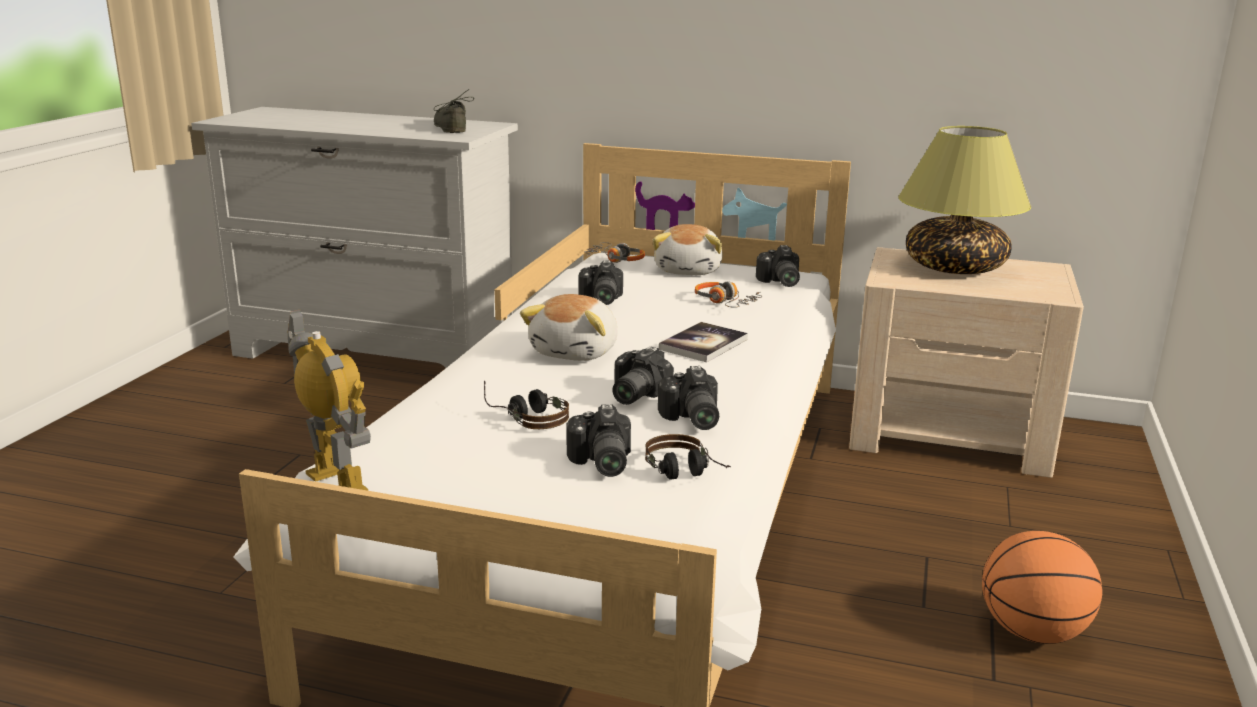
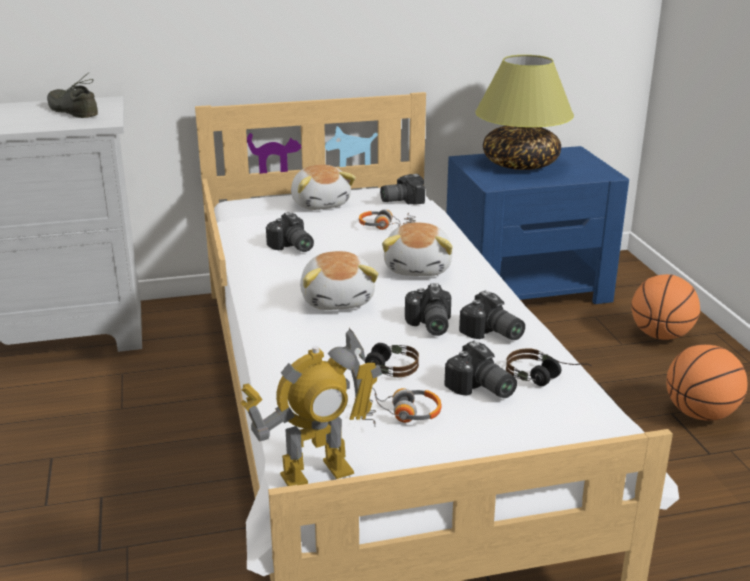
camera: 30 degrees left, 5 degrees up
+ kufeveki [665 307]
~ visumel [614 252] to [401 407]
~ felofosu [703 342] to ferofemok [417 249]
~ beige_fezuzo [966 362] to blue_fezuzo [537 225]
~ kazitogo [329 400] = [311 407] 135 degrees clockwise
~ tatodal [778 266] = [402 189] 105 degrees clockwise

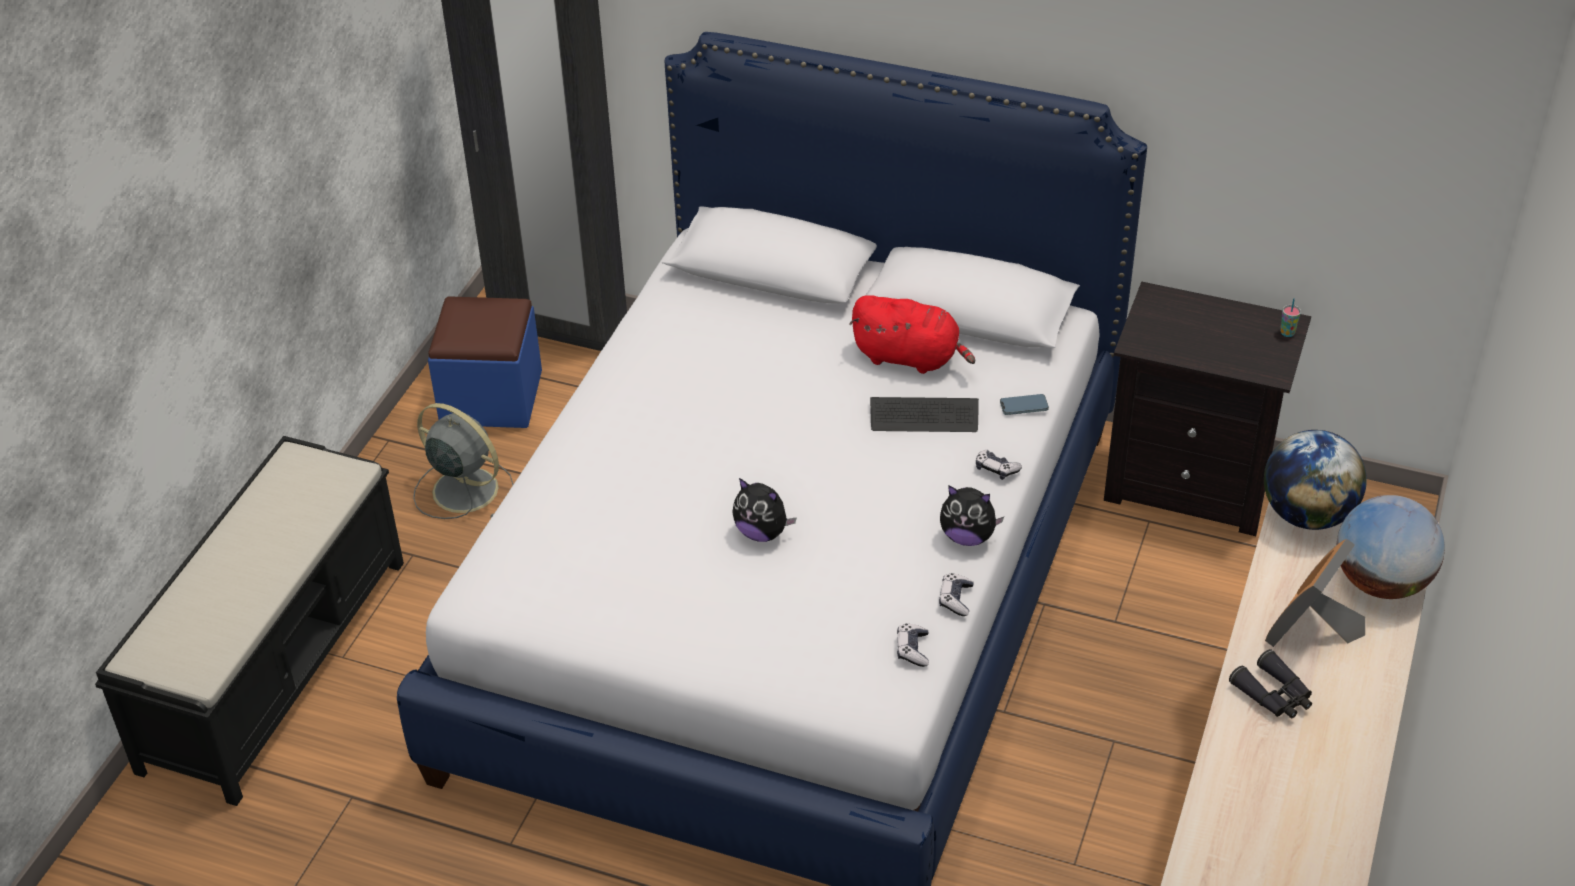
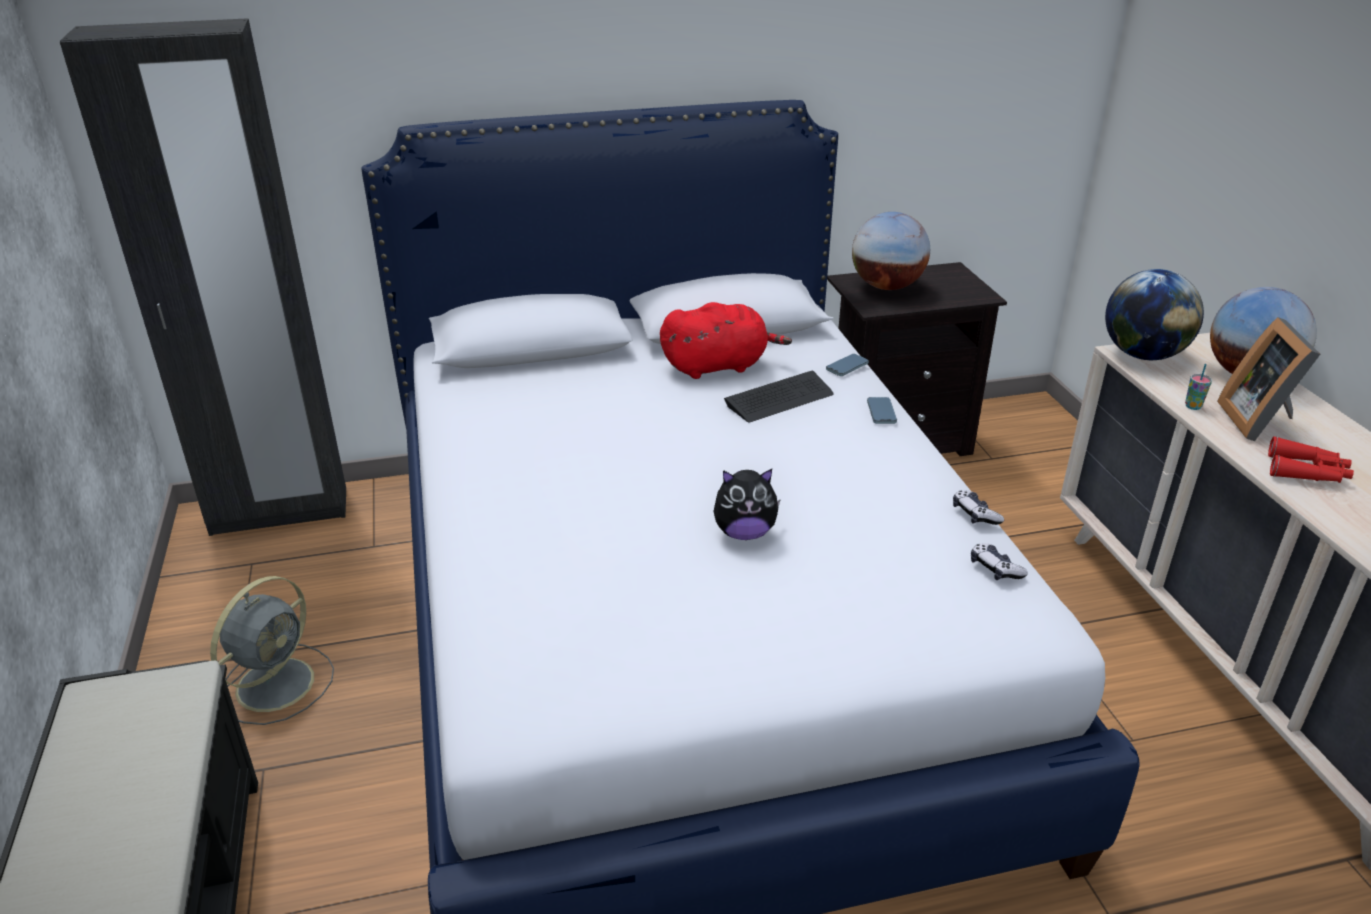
camera: 35 degrees left, 10 degrees down
- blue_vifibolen [485 362]
- ferofemok [972 515]
+ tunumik [891 251]
~ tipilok [1290 317] to [1198 387]
~ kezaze [999 465] to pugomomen [882 410]
~ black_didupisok [1270 683] to red_didupisok [1311 459]
~ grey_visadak [463 461] = [272 650] 120 degrees clockwise

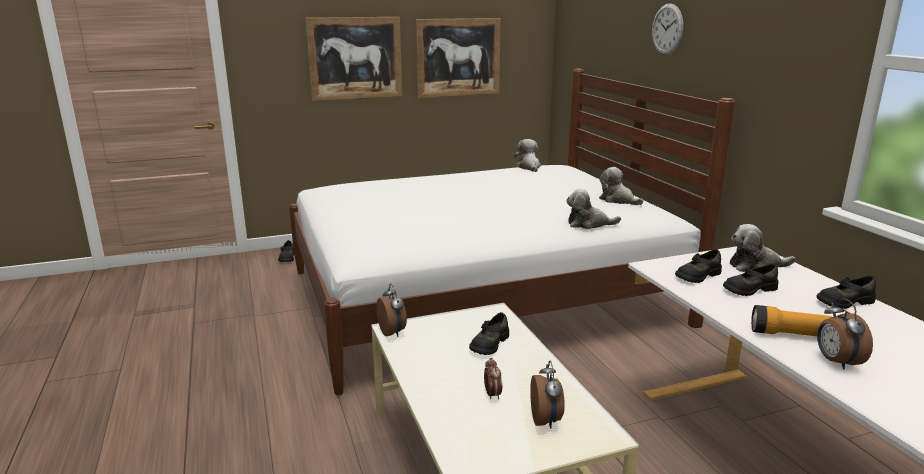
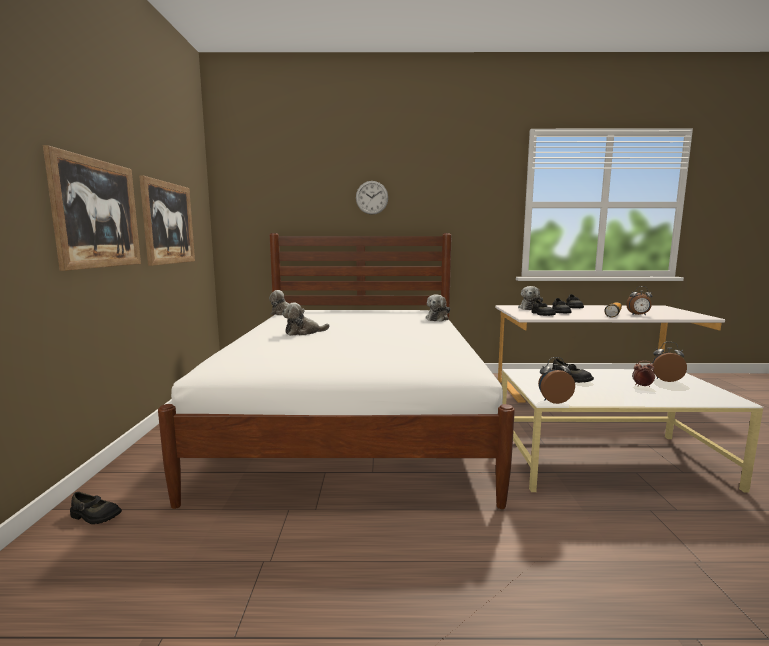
camera: 70 degrees left, 10 degrees down
~ ferofemok [621 186] to [306 319]

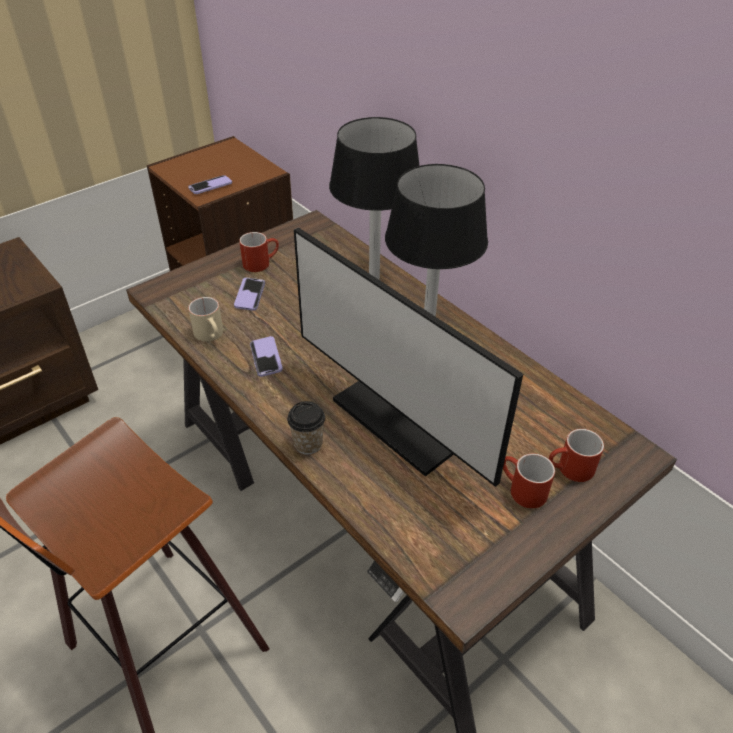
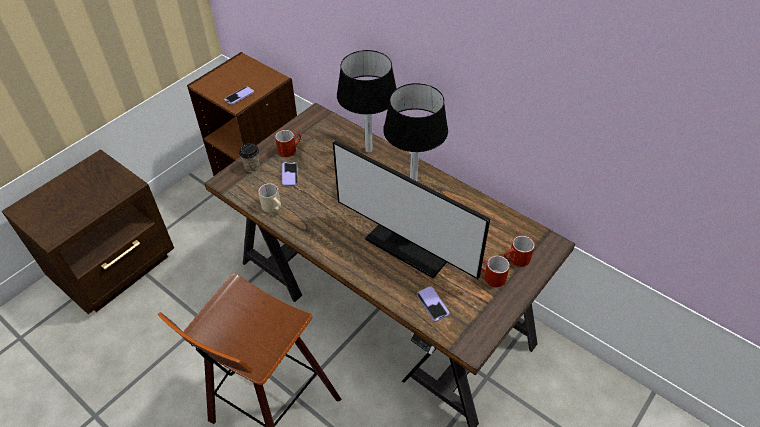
camera: 10 degrees left, 5 degrees up
~ pugomomen [266 356] to [433 304]
~ tipilok [306 428] to [249 157]

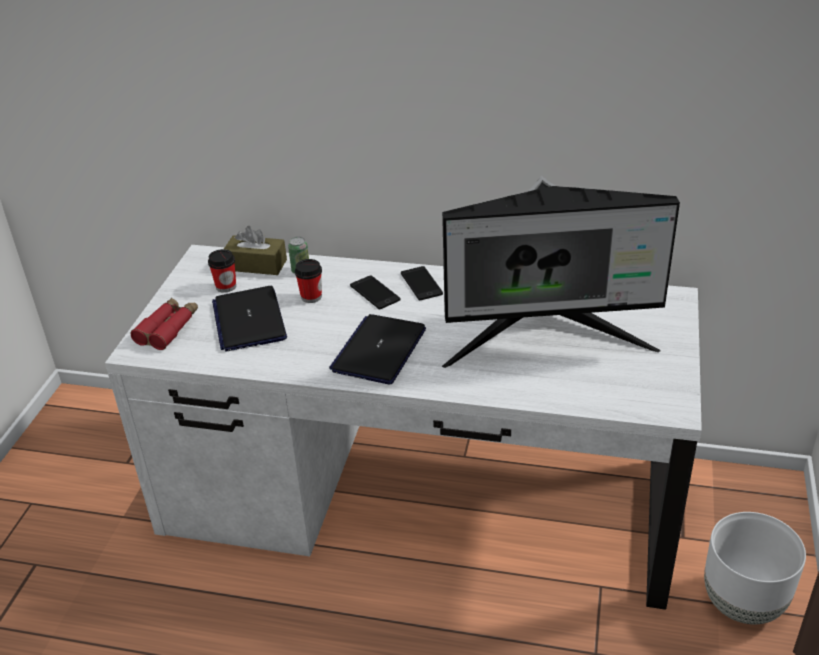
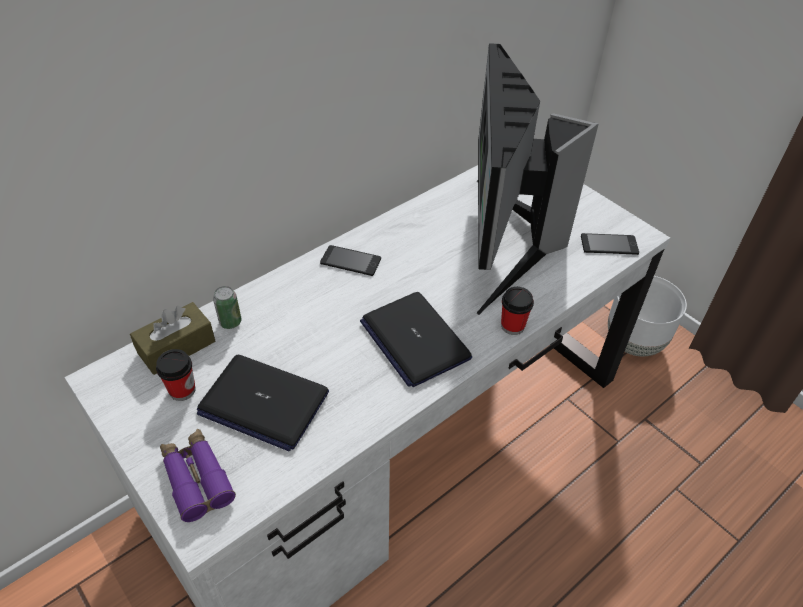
camera: 55 degrees left, 10 degrees up
~ tipilok [308 281] to [517 311]
~ pugomomen [375 292] to [610 244]
~ red_didupisok [164 324] to purple_didupisok [198 475]
~ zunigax [561 272] = [538 179] 150 degrees clockwise

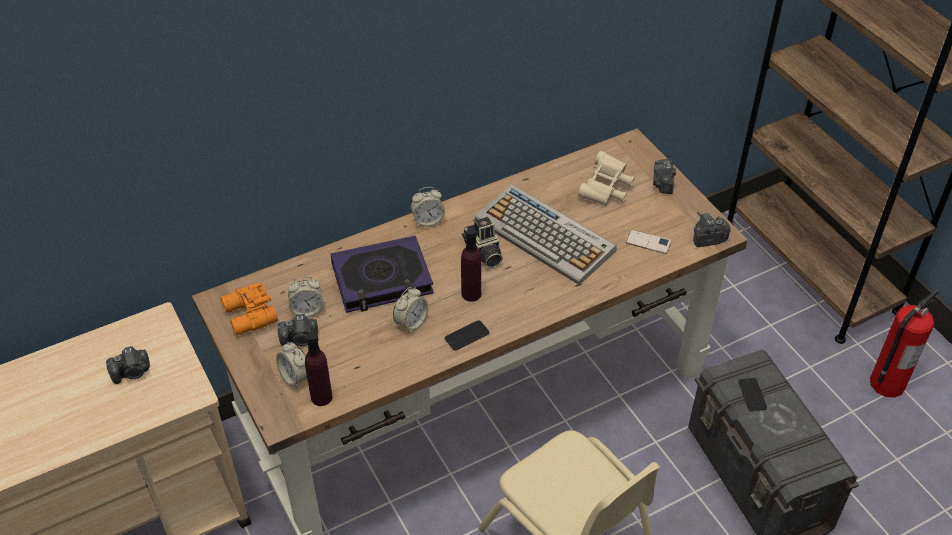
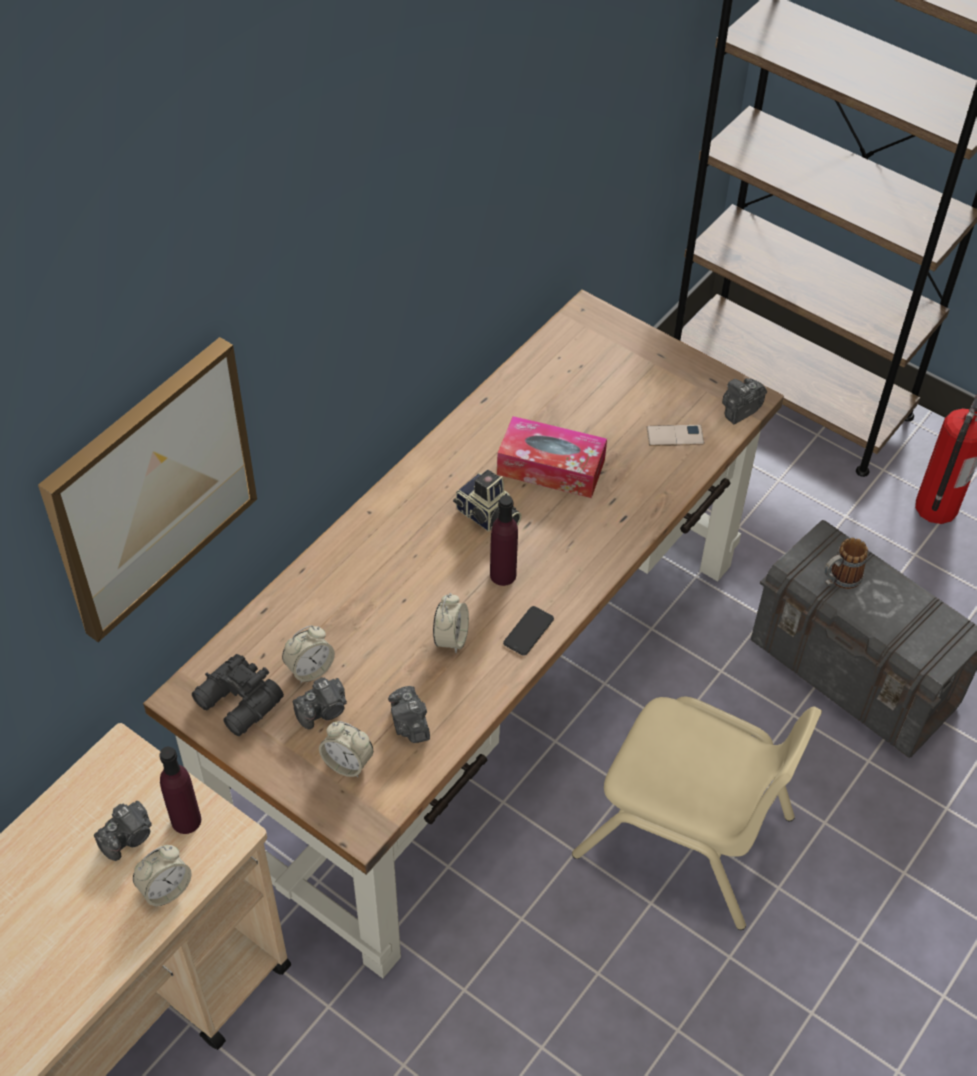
camera: 25 degrees left, 5 degrees up
- felofosu [382 274]
- beige_didupisok [606 178]
+ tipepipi [147 489]
~ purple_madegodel [319 369] to [180 790]
~ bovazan [428 207] to [162 876]
~ tatodal [664 176] to [409 714]
~ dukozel [546 234] to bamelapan [552 457]
~ pugomomen [752 394] to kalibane [846 563]
~ orange_didupisok [249 309] to black_didupisok [238 695]

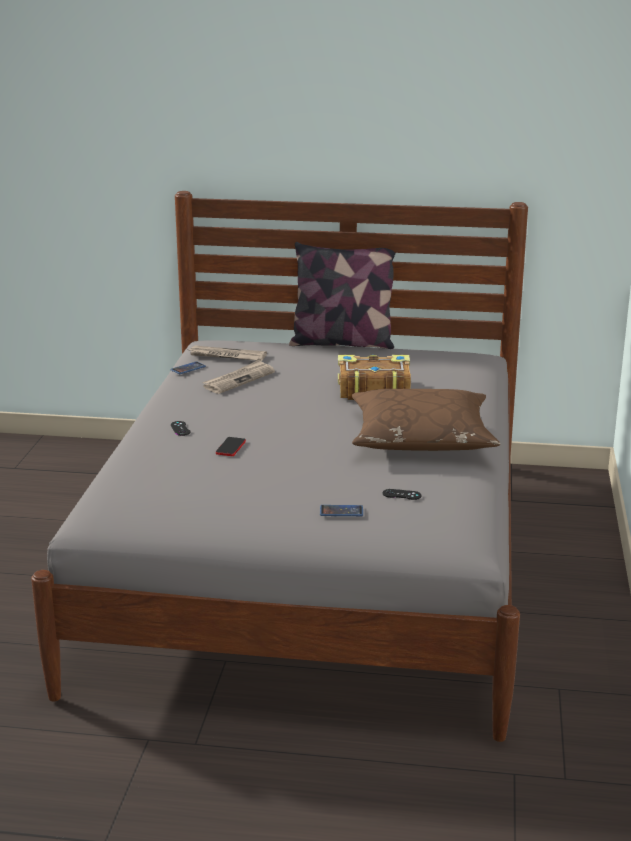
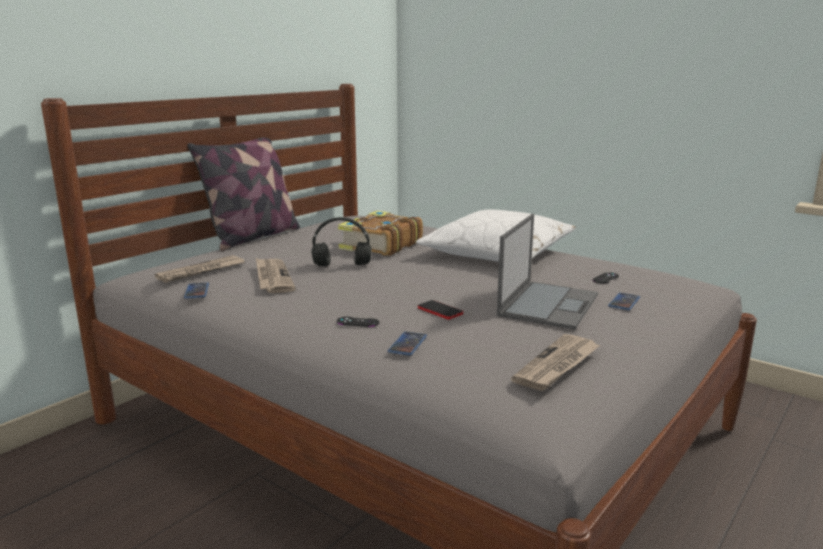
camera: 60 degrees left, 5 degrees down
+ black_visumel [341 241]
+ pugomomen [407 344]
+ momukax [547 272]
+ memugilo [555 362]
~ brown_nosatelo [426 420] to white_nosatelo [496 236]

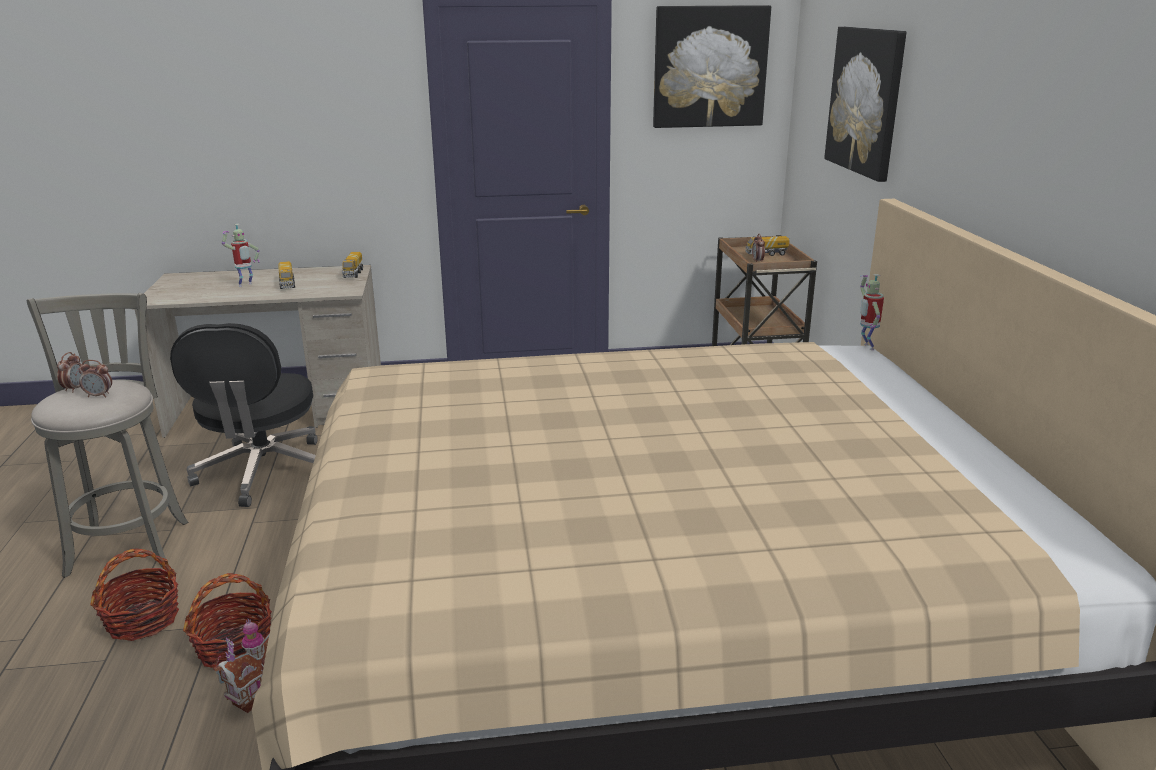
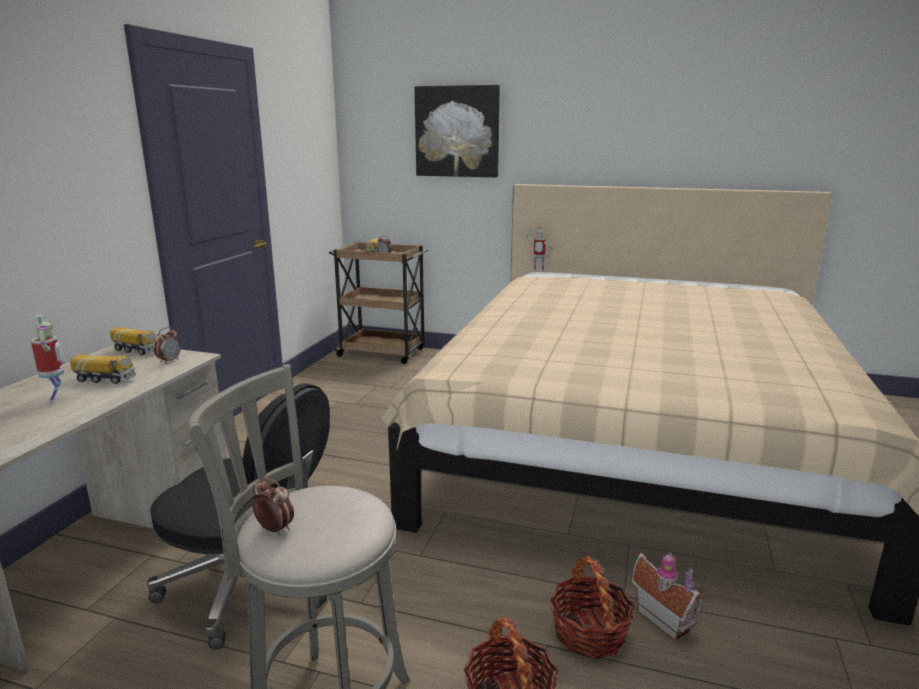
camera: 65 degrees left, 5 degrees down
- tipepipi [712 66]
~ bovazan [95 378] to [167 345]

